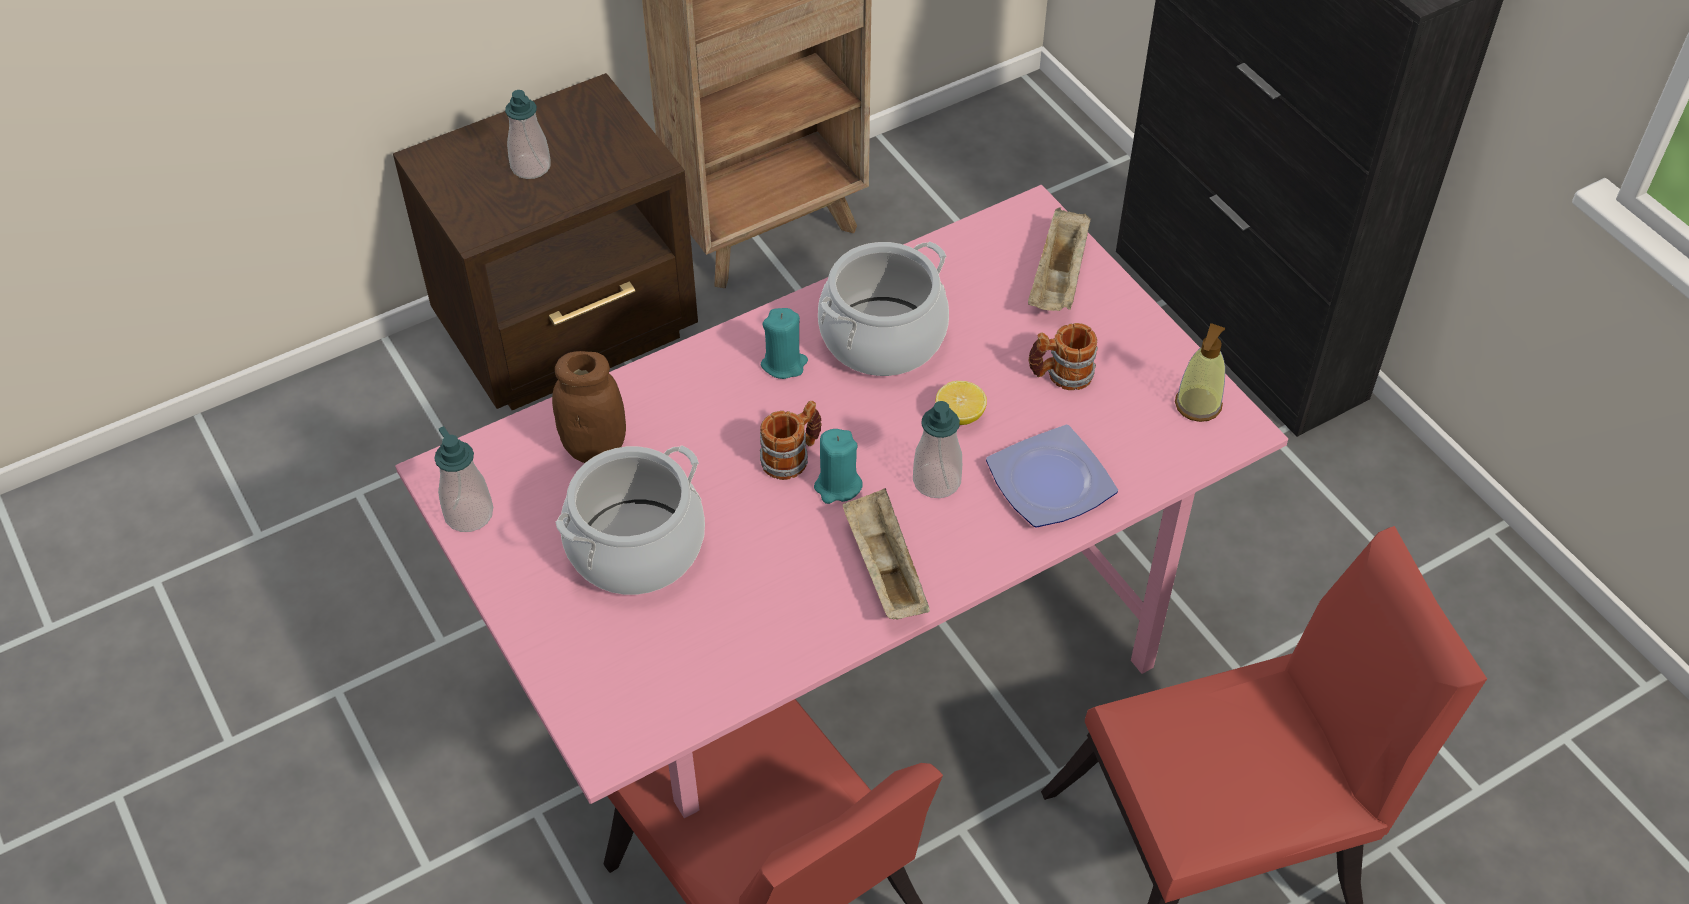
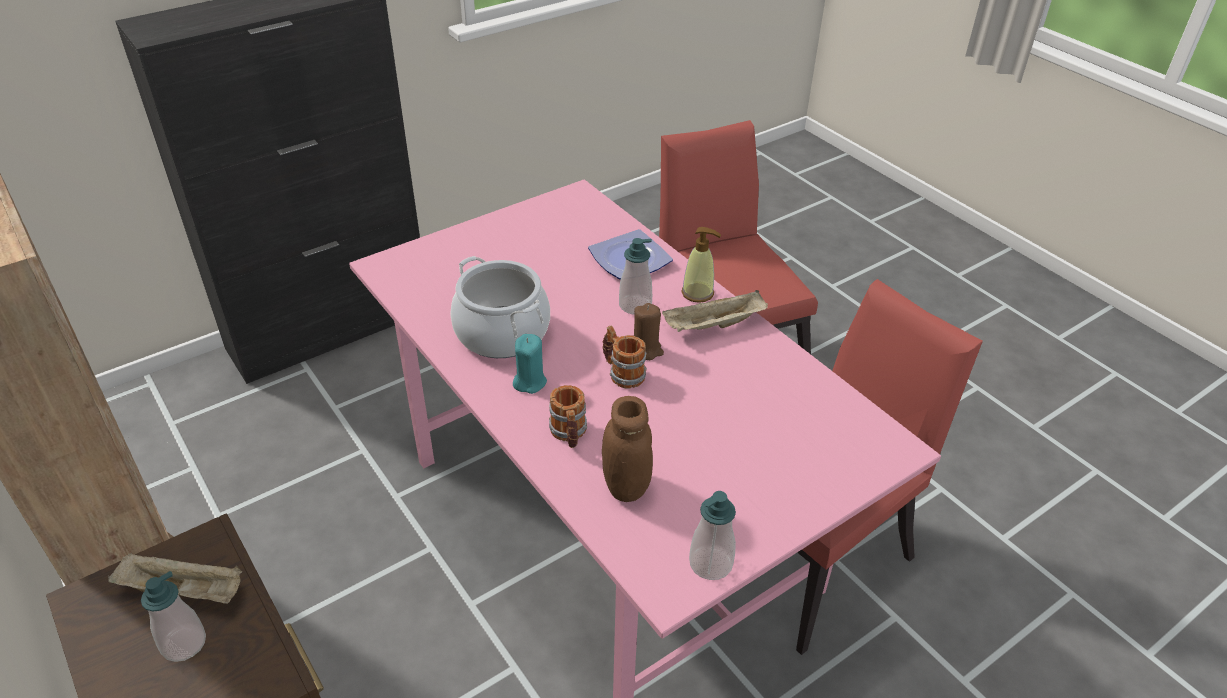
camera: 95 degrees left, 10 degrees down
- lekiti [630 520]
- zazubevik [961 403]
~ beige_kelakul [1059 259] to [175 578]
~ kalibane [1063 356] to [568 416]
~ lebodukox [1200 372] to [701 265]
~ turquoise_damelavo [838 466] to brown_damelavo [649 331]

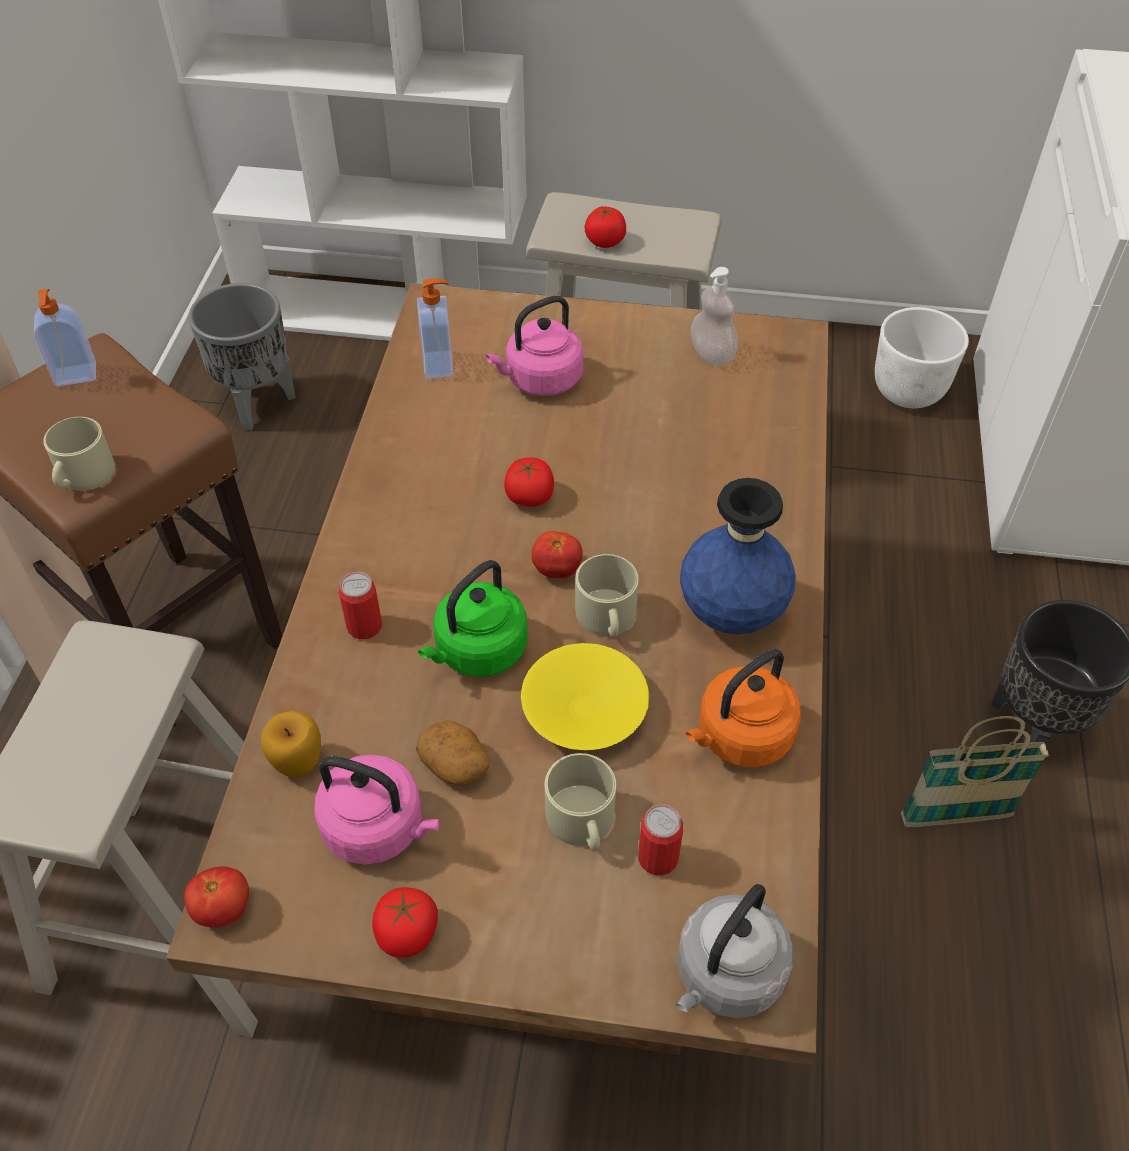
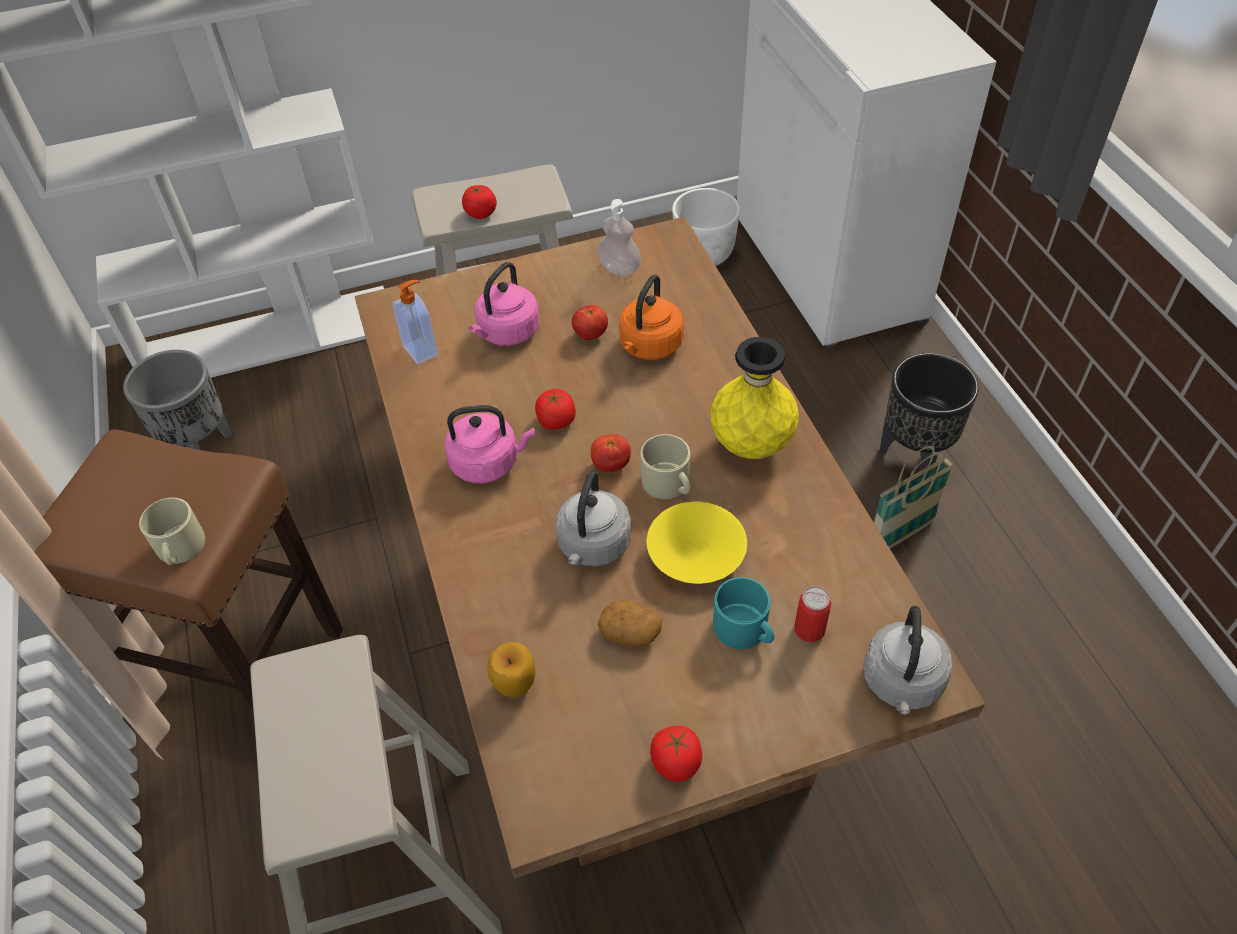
camera: 25 degrees left, 0 degrees up
- lebodukox [65 337]
- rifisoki [360 605]
~ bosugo [216 897] to [590 322]
~ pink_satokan [376 810] to [489 444]
~ orange_satokan [743 708] to [651 317]
~ green_satokan [473 618] to grey_satokan [593 518]
~ beige_kalibane [580 801] to turquoise_kalibane [743 613]
~ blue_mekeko [738 556] to yellow_mekeko [754 398]

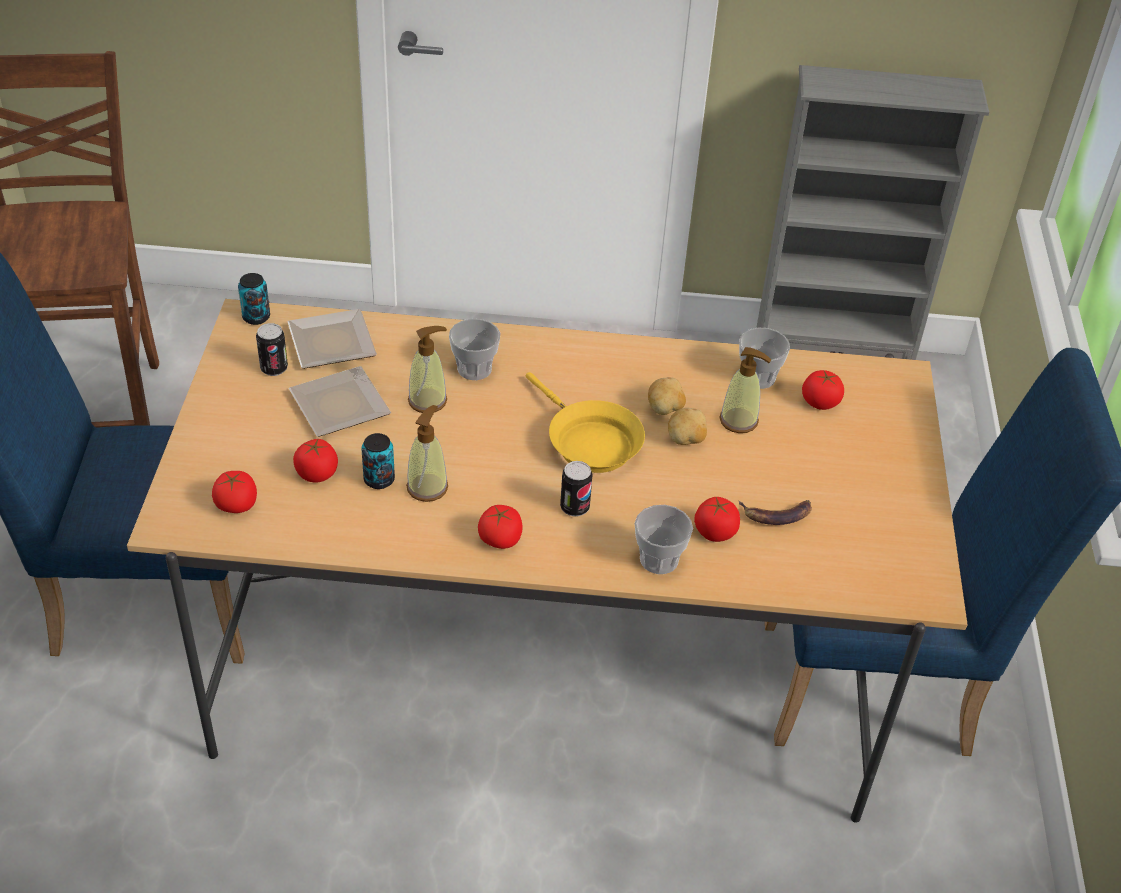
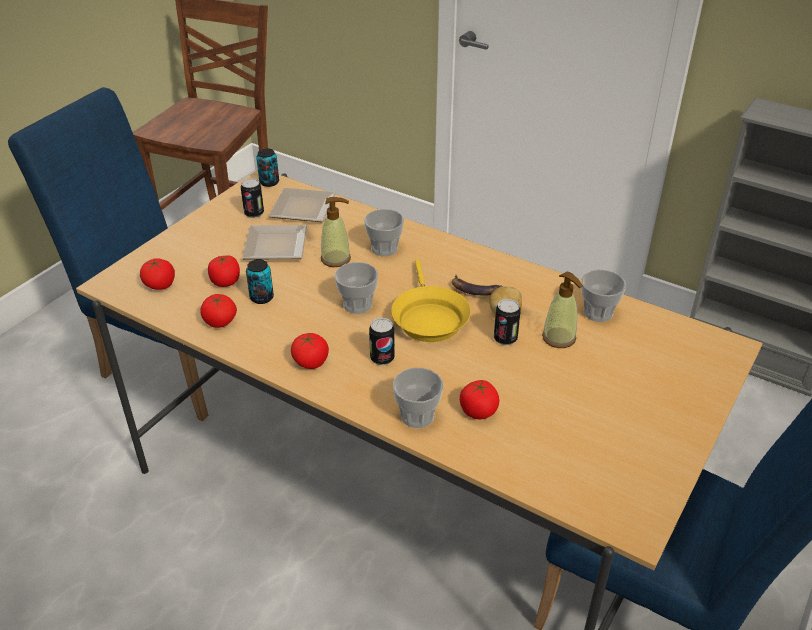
camera: 30 degrees right, 5 degrees down
- lebodukox [427 453]
+ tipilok [356 288]
~ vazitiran [775 512] to [477 285]
~ bosugo [823 390] to [218 311]
~ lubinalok [687 426] to rifisoki [507 322]

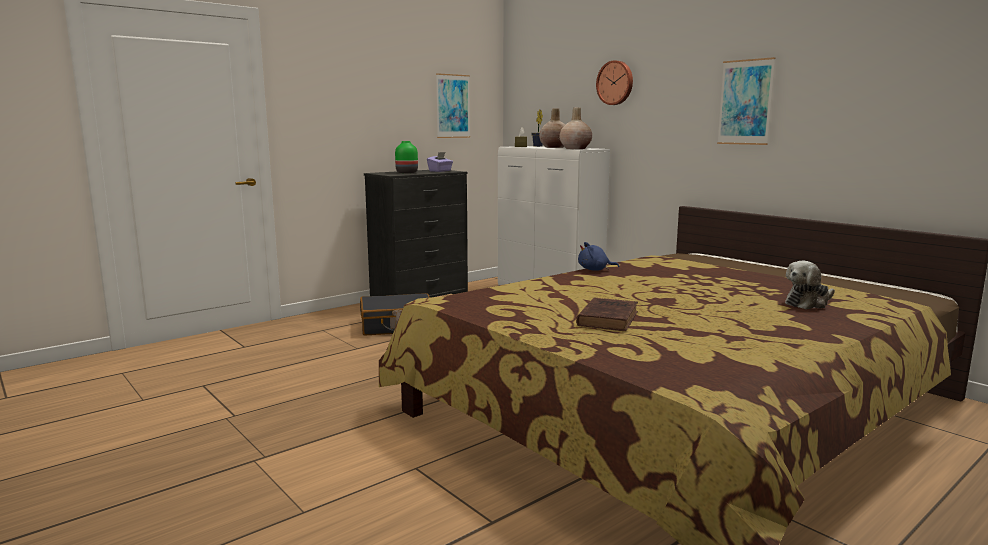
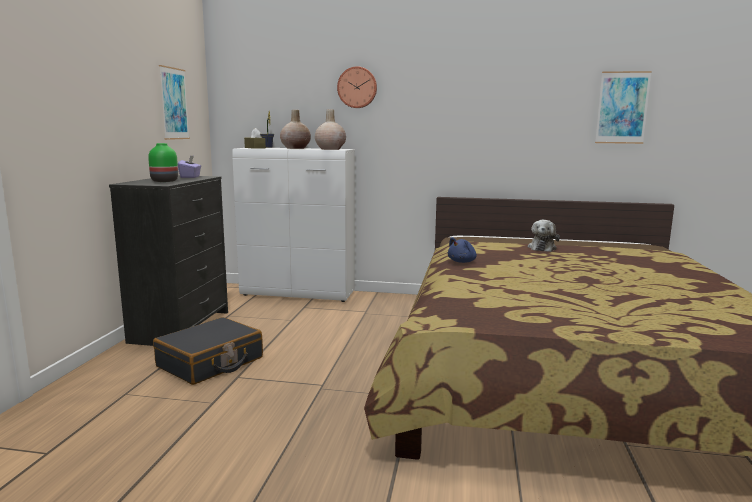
camera: 40 degrees left, 0 degrees up
- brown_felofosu [607 314]
~ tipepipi [746 101] to [623 107]
~ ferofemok [810 285] to [544 236]

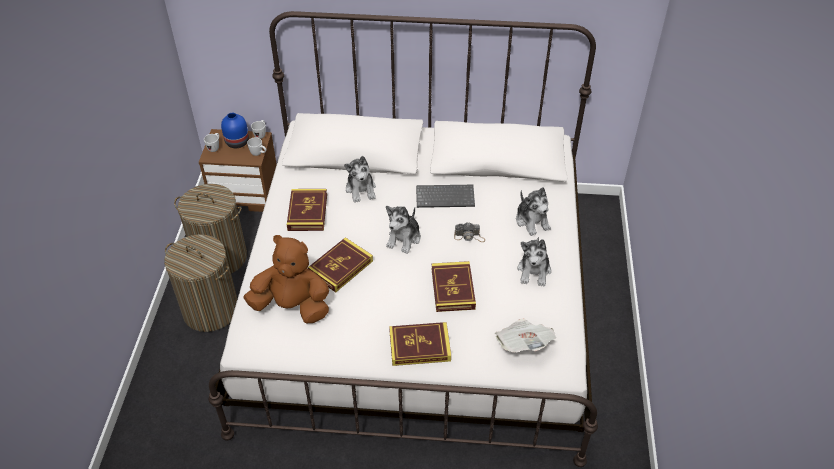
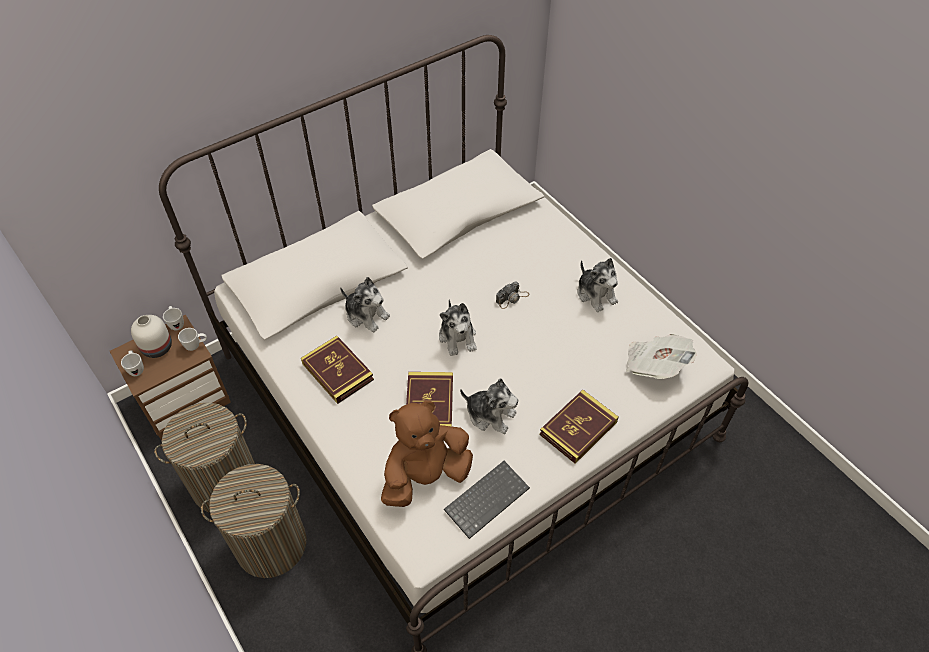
camera: 40 degrees left, 5 degrees up
- felofosu [454 286]
~ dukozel [445 196] to [487 500]
~ ferofemok [533 211] to [489 406]
~ blue_mekeko [235 130] to white_mekeko [151 336]

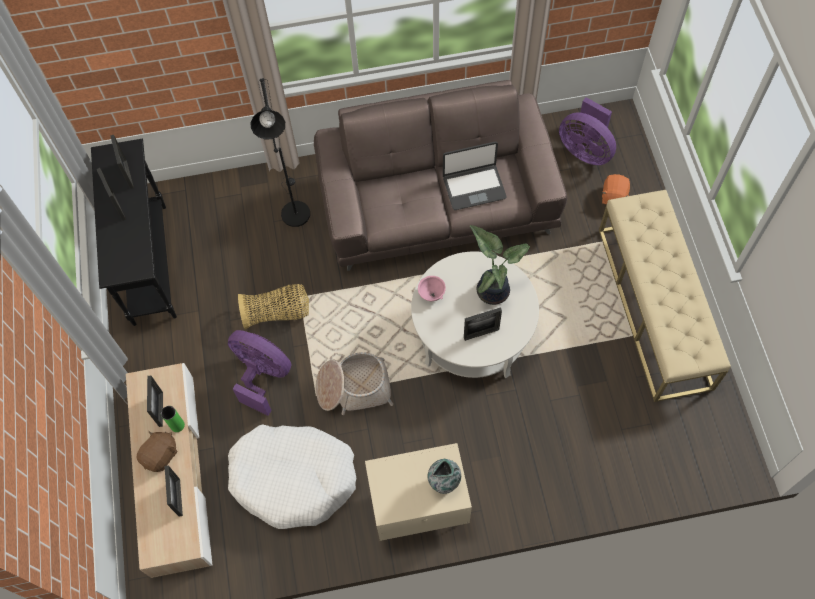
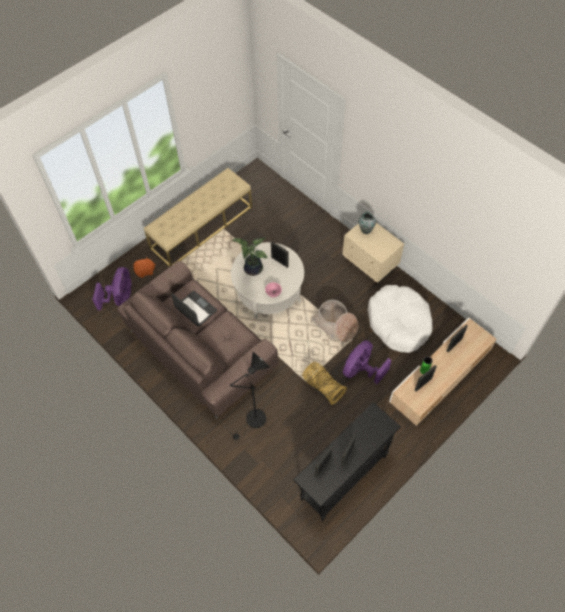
camera: 125 degrees left, 5 degrees down
- brown_ferofemok [157 451]
~ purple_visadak [259 373] = [367 362] 45 degrees clockwise

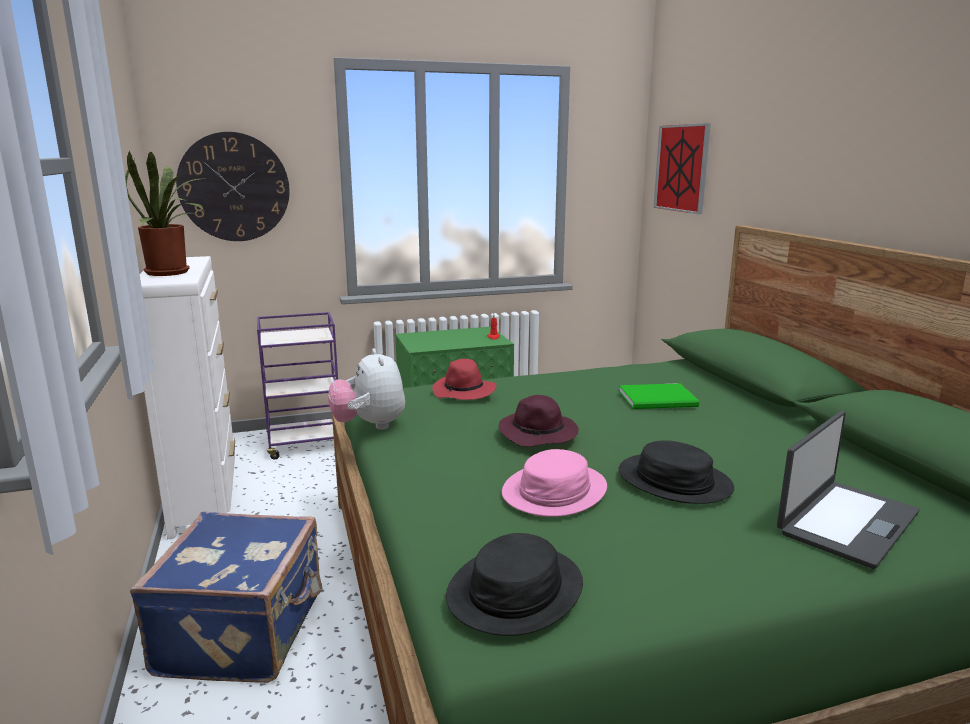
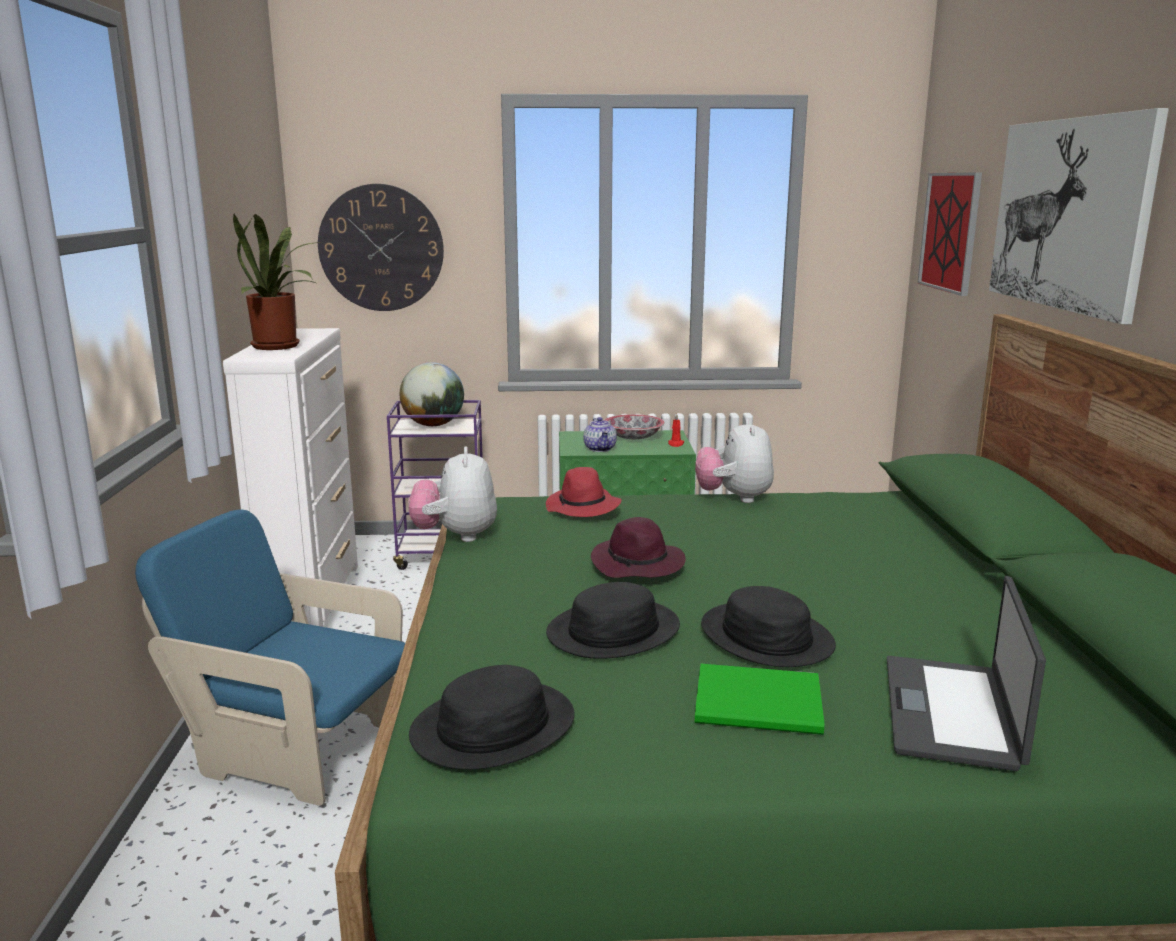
camera: 15 degrees right, 0 degrees up
+ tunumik [432 394]
+ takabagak [600 434]
+ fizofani [635 426]
+ ferofemok [734 460]
+ tipepipi [1079 216]
~ green_felofosu [659 396] to [759 699]
~ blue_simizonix [226 597] to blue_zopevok [270 657]
~ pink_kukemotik [554 483] to black_kukemotik [613 620]
~ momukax [848 490] = [966 673] 135 degrees clockwise

